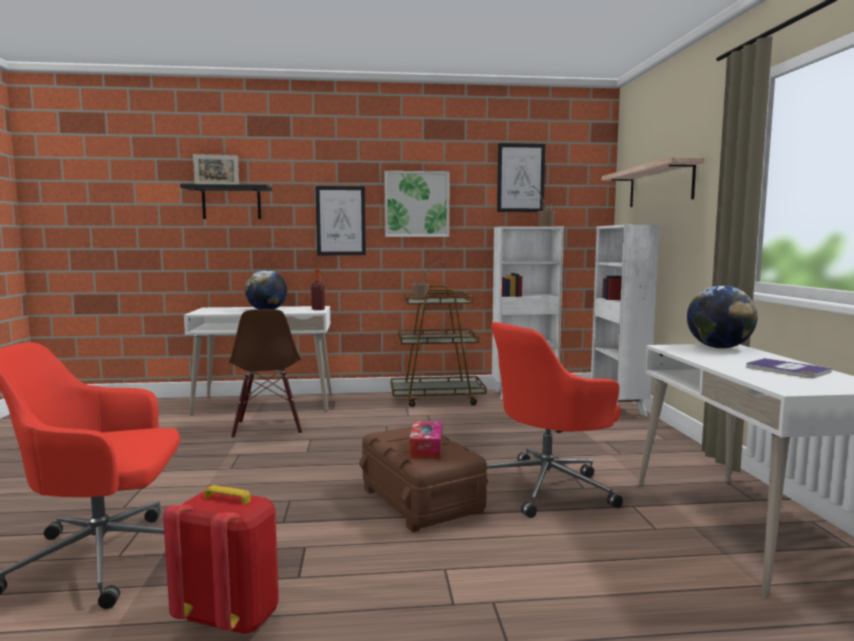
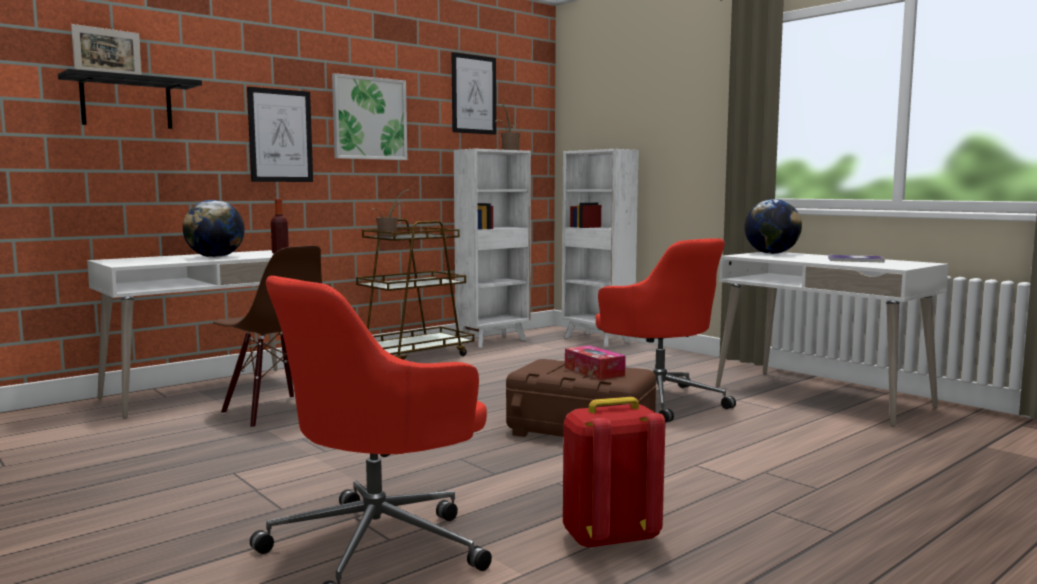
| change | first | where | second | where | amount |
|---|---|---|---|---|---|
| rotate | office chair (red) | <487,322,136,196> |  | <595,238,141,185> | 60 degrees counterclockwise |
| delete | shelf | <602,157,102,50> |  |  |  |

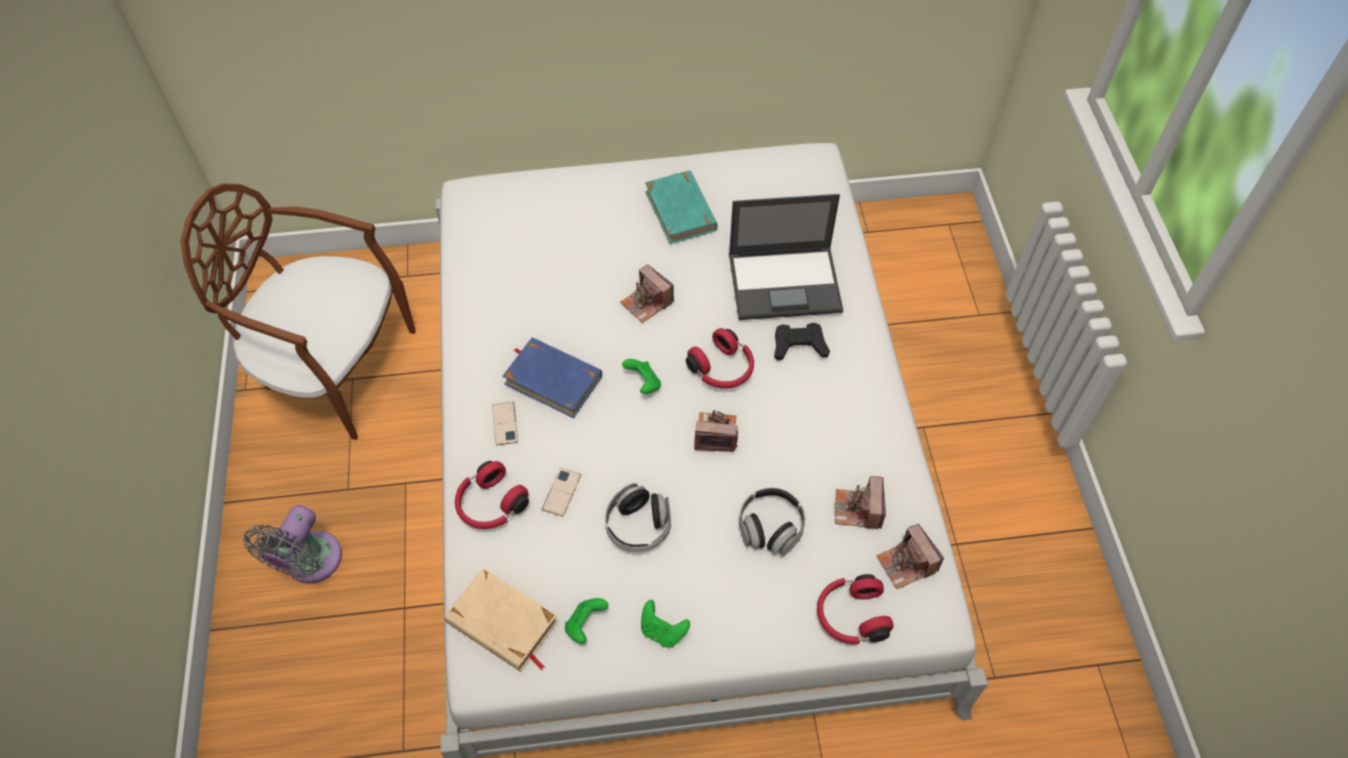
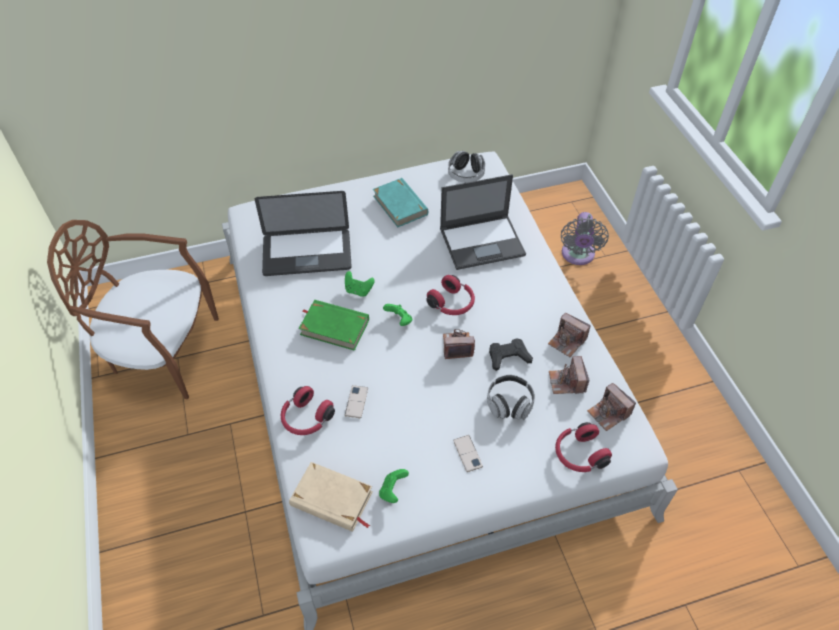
| change | first | where | second | where | amount |
|---|---|---|---|---|---|
| insert |  |  | laptop | <255,191,97,85> |  |
| recolor | book (blue) | <502,337,100,81> | book (green) | <299,300,70,51> |  |
| move | game controller (green) | <641,600,49,48> |  | <345,271,30,26> |  |
| move | headphones | <605,483,66,69> |  | <448,151,37,32> |  |
| move | phone | <492,402,26,44> |  | <453,435,30,37> |  |
| move | game controller (black) | <774,323,56,38> |  | <489,338,44,33> |  |
| move | photo camera | <620,264,54,59> |  | <548,313,43,44> |  |
| move | fan (grey) | <243,505,99,79> |  | <561,212,48,53> |  |

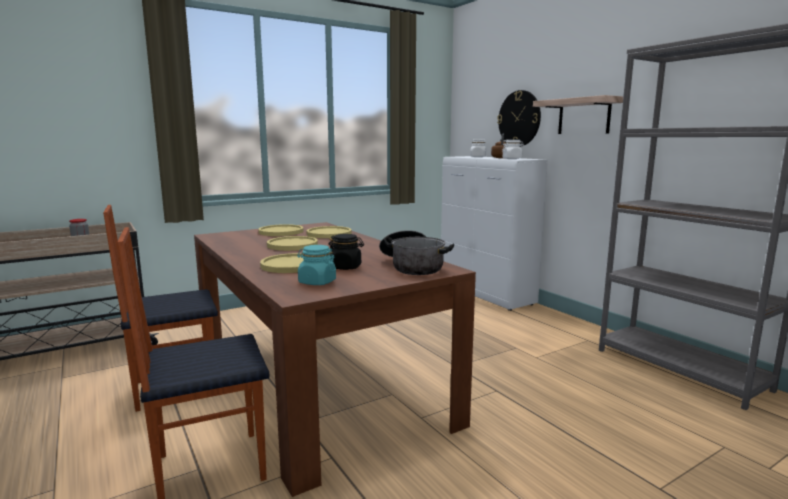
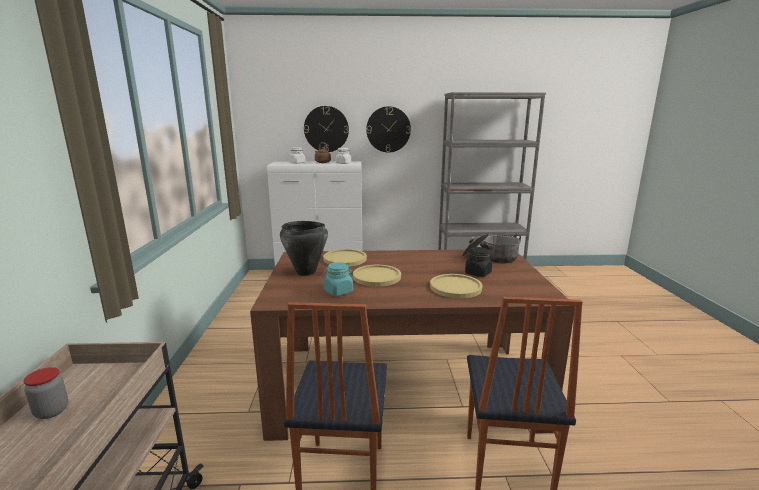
| change | first | where | second | where | amount |
|---|---|---|---|---|---|
| replace | plate (yellow) | <258,224,46,12> | cooking pot (black) | <280,221,48,55> |  |
| move | jar (turquoise) | <297,245,39,40> |  | <323,262,30,34> |  |
| replace | shelf | <533,95,90,39> | wall clock | <366,106,45,47> |  |

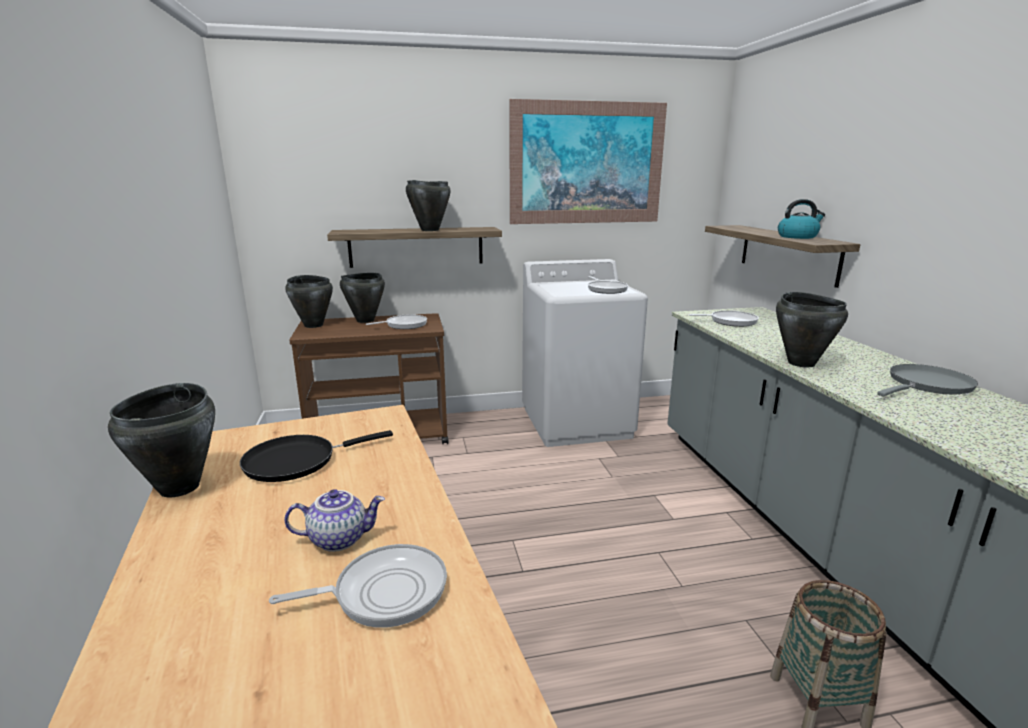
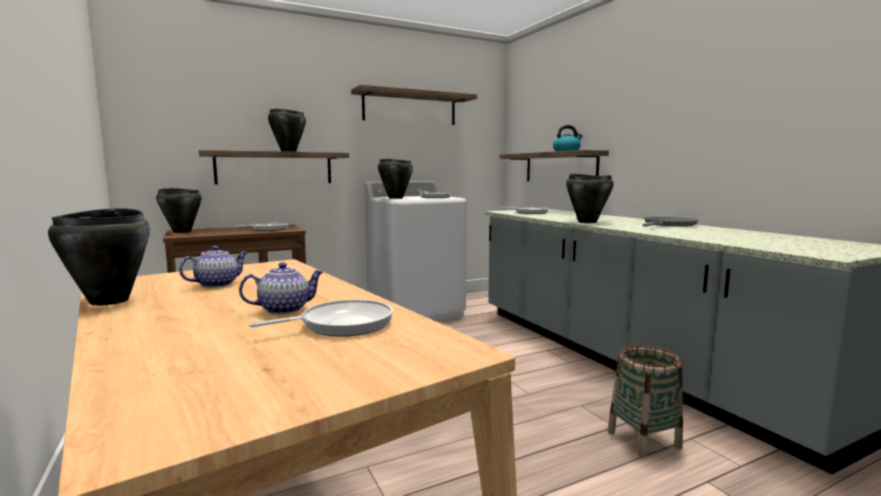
| change | first | where | second | where | amount |
|---|---|---|---|---|---|
| replace | frying pan (black) | <240,430,153,52> | teapot | <179,246,69,42> |  |
| replace | picture | <509,99,158,125> | shelf | <351,85,126,40> |  |
| move | cooking pot (black) | <340,273,45,50> |  | <378,159,35,40> |  |

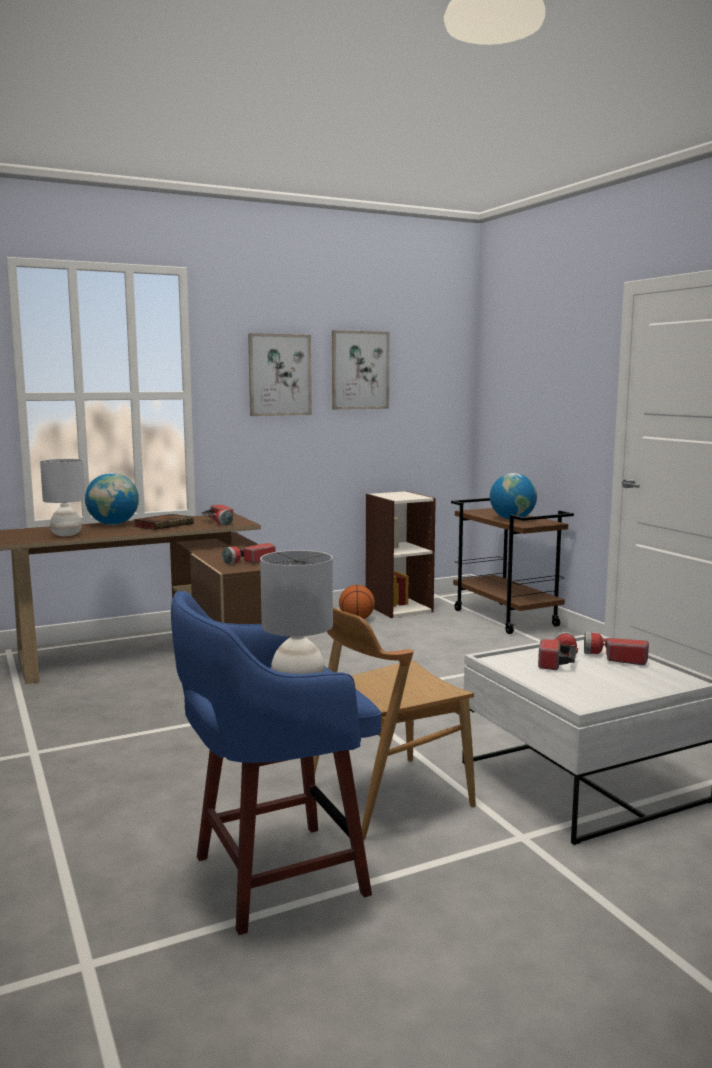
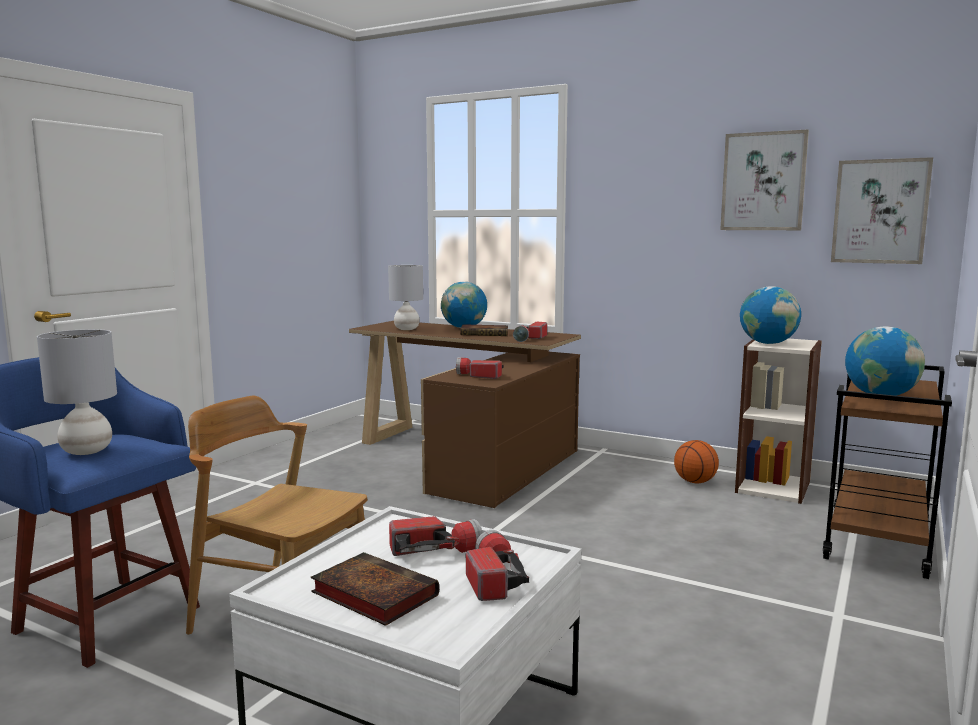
| change | first | where | second | where | amount |
|---|---|---|---|---|---|
| insert |  |  | book | <311,552,128,74> |  |
| insert |  |  | globe | <740,286,61,58> |  |
| move | picture | <248,333,64,83> |  | <831,157,102,107> |  |

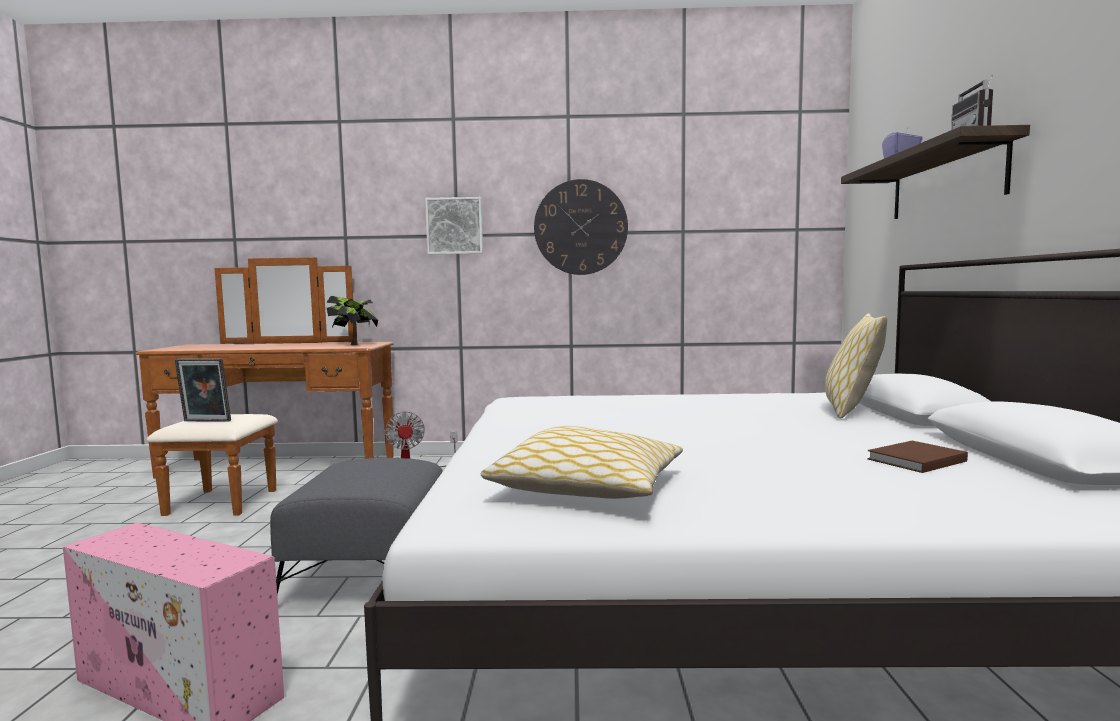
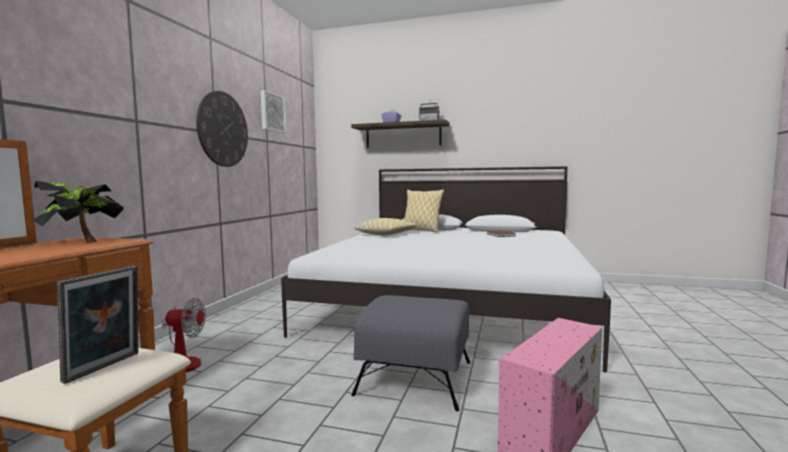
| change | first | where | second | where | amount |
|---|---|---|---|---|---|
| move | picture | <425,197,58,58> |  | <260,90,26,43> |  |
| move | pillow | <481,426,202,73> |  | <355,218,62,17> |  |

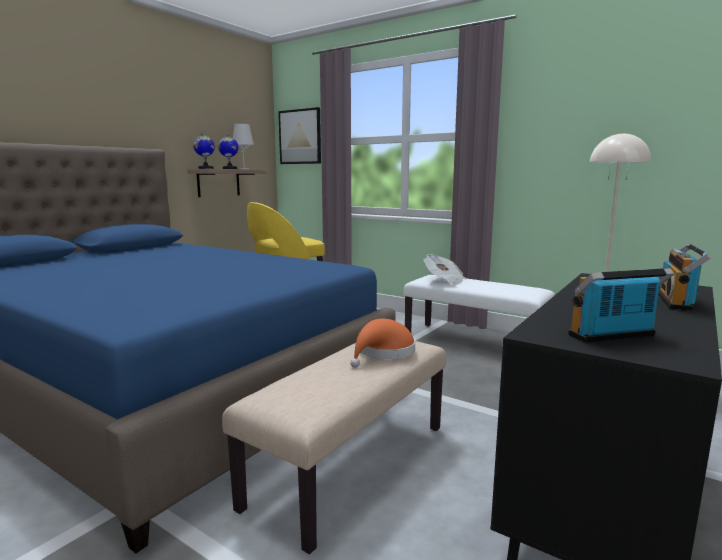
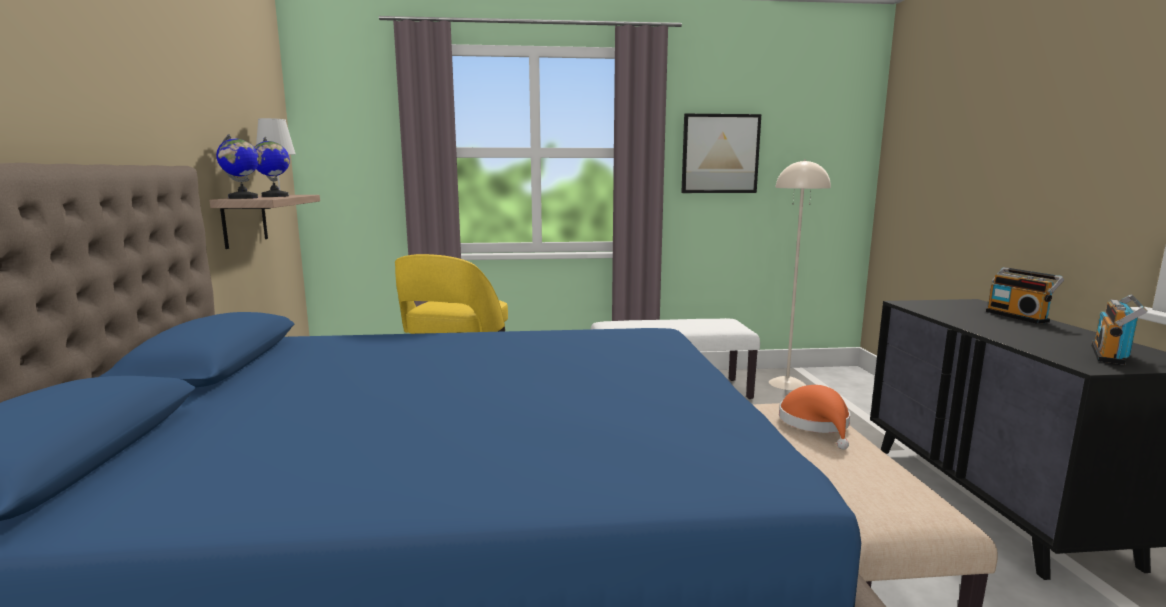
| change | first | where | second | where | amount |
|---|---|---|---|---|---|
| move | picture | <278,107,43,57> |  | <681,114,80,79> |  |
| delete | newspaper | <423,254,43,31> |  |  |  |

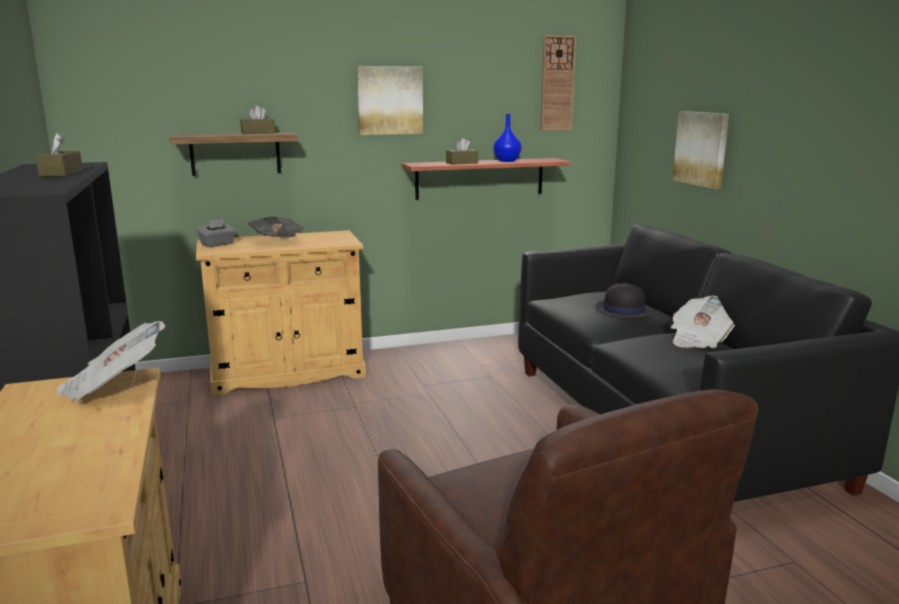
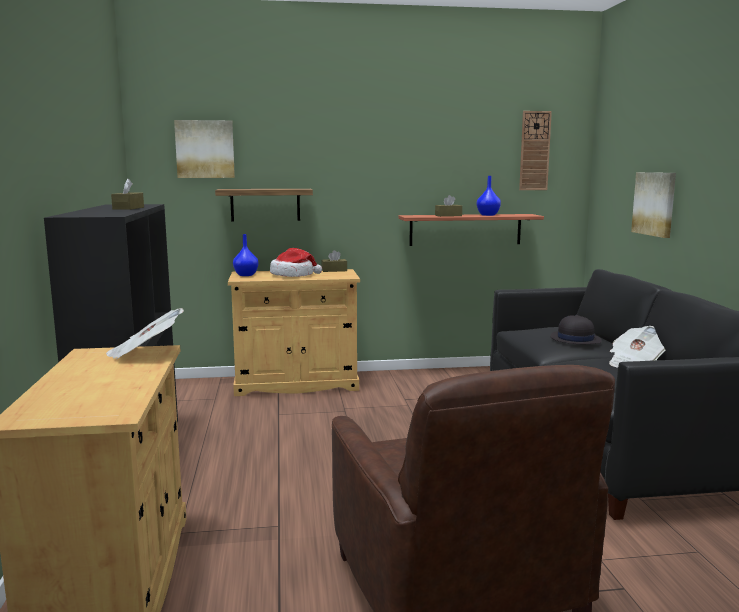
| change | first | where | second | where | amount |
|---|---|---|---|---|---|
| move | picture | <356,66,67,69> |  | <174,120,61,58> |  |
| replace | tissue box (grey) | <196,219,40,28> | vase (blue) | <233,234,25,42> |  |
| replace | newspaper | <248,217,55,21> | hat | <270,248,52,29> |  |
| move | tissue box (brown) | <240,105,35,29> |  | <321,250,26,22> |  |

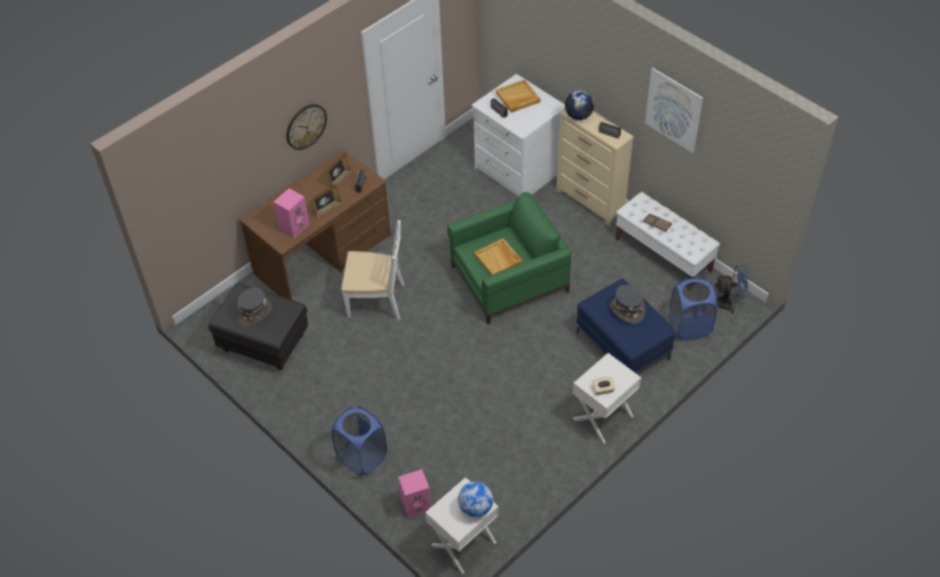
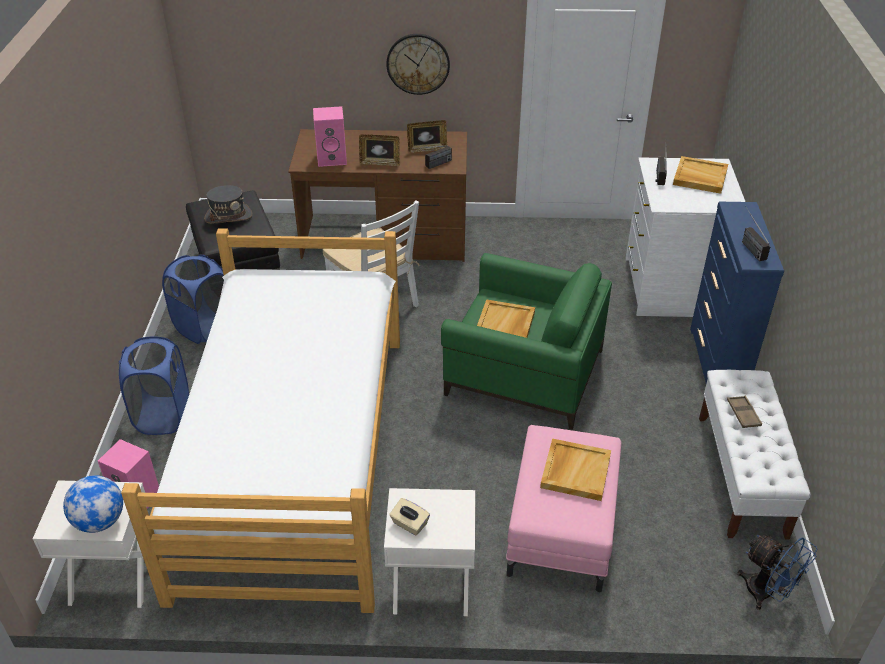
| change | first | where | second | where | amount |
|---|---|---|---|---|---|
| insert |  |  | bed | <121,228,279,385> |  |
| move | laundry basket (blue) | <669,277,48,63> |  | <162,255,62,89> |  |
| recolor | ottoman (blue) | <576,279,100,94> | ottoman (pink) | <506,425,116,167> |  |
| replace | hat (grey) | <609,285,36,39> | tray (beige) | <540,438,71,63> |  |
| recolor | dresser (beige) | <556,109,78,117> | dresser (blue) | <690,202,94,182> |  |
| delete | globe | <565,90,29,30> |  |  |  |
| delete | picture | <645,68,58,85> |  |  |  |

